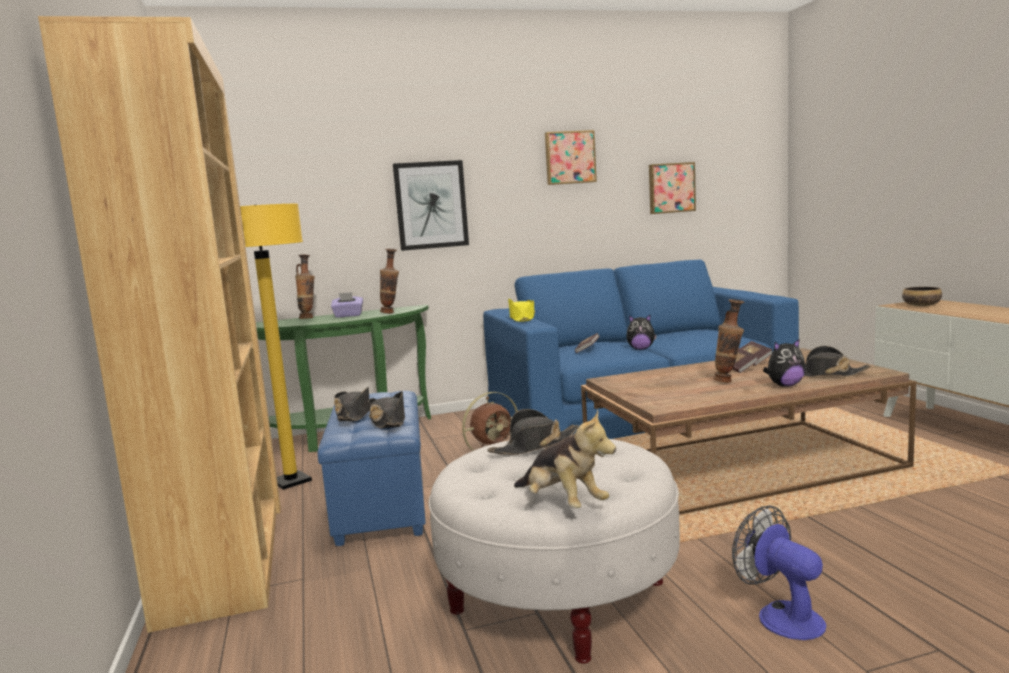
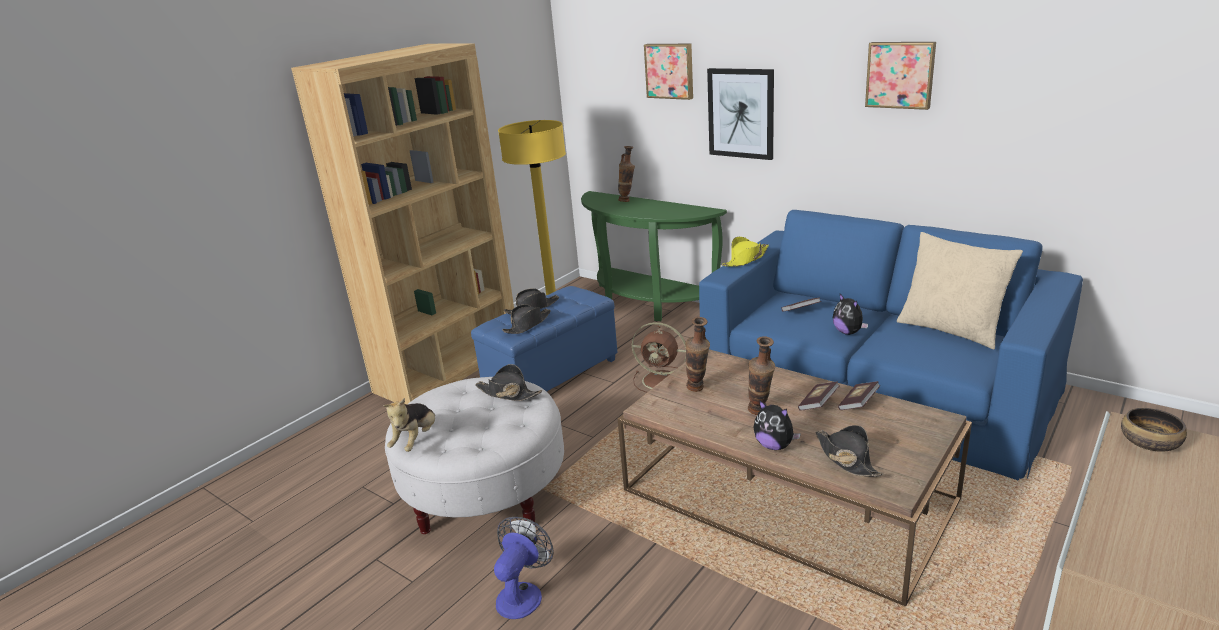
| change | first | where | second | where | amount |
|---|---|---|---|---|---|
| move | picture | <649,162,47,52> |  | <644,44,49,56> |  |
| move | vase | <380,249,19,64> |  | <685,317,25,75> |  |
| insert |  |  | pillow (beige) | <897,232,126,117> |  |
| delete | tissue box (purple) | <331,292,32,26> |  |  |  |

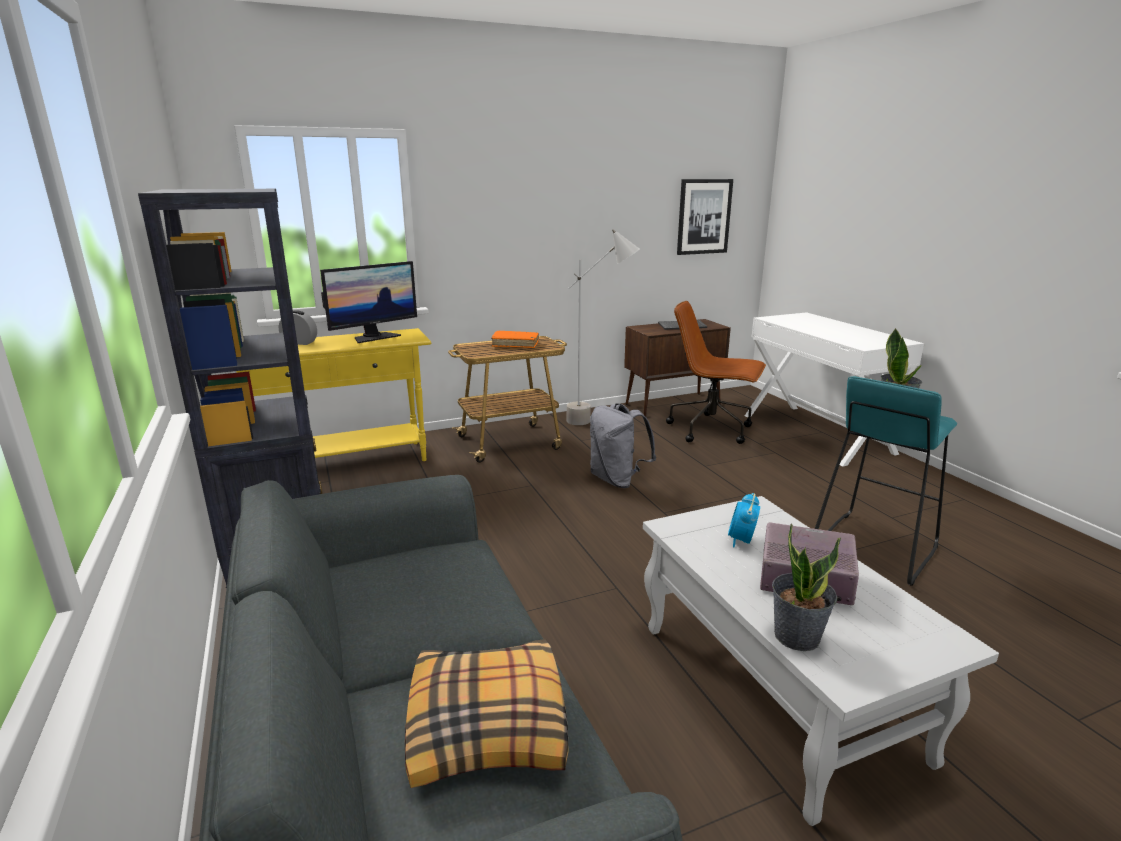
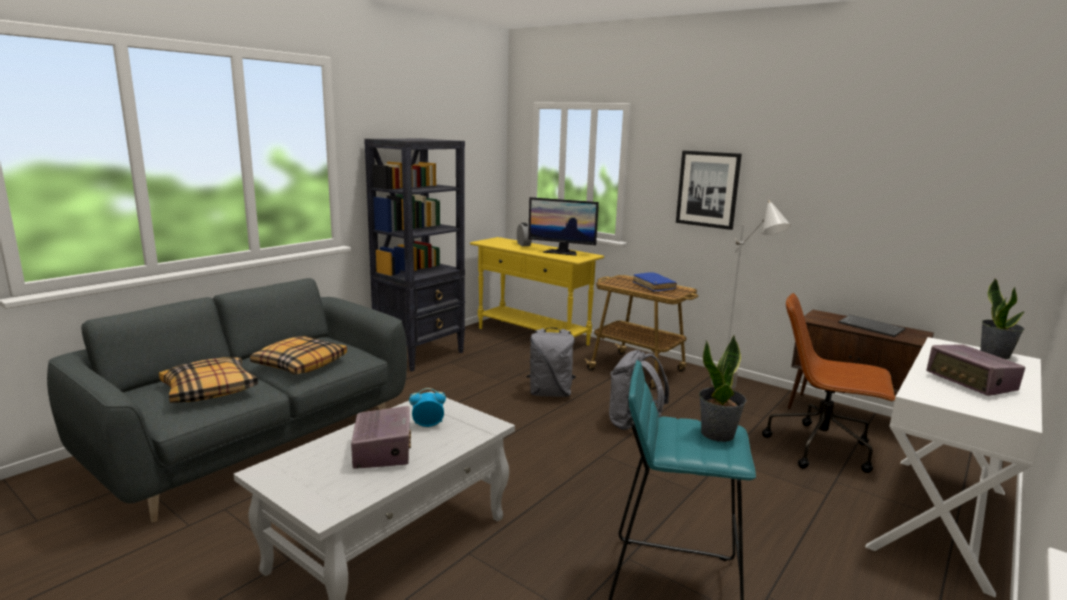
| change | first | where | second | where | amount |
|---|---|---|---|---|---|
| insert |  |  | pillow | <250,336,97,39> |  |
| insert |  |  | backpack (grey) | <527,327,49,70> |  |
| recolor | book (orange) | <491,330,48,18> | book (blue) | <633,272,44,20> |  |
| move | picture | <677,179,56,76> |  | <676,151,66,79> |  |
| rotate | office chair (brown) | <666,301,100,143> |  | <762,293,133,180> | 60 degrees counterclockwise |
| insert |  |  | radio | <926,344,99,52> |  |
| move | potted plant | <772,523,69,128> |  | <980,278,45,81> |  |

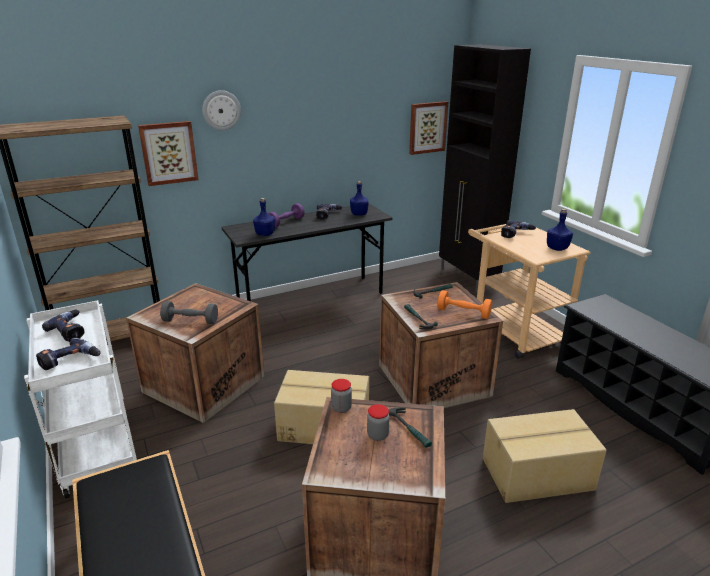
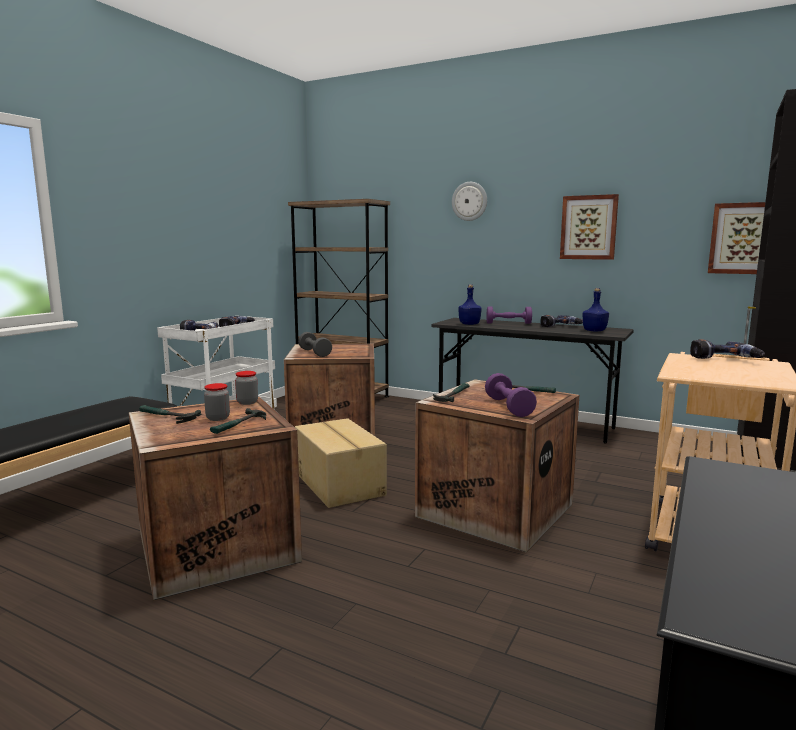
| change | first | where | second | where | amount |
|---|---|---|---|---|---|
| insert |  |  | hammer | <139,405,62,19> |  |
| recolor | dumbbell (orange) | <437,290,55,29> | dumbbell (purple) | <485,373,52,44> |  |
| move | picture | <138,121,61,65> |  | <560,194,59,66> |  |
| delete | cardboard box | <483,409,124,94> |  |  |  |
| delete | bottle (blue) | <547,209,26,42> |  |  |  |

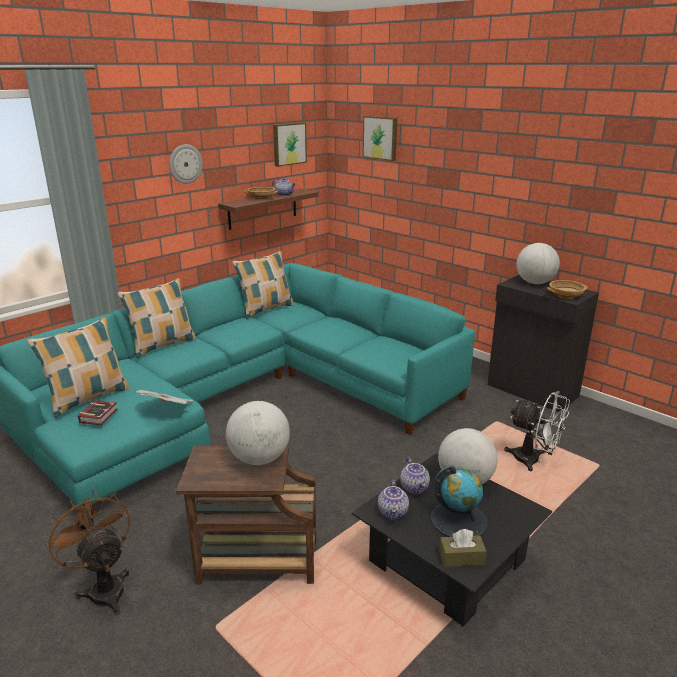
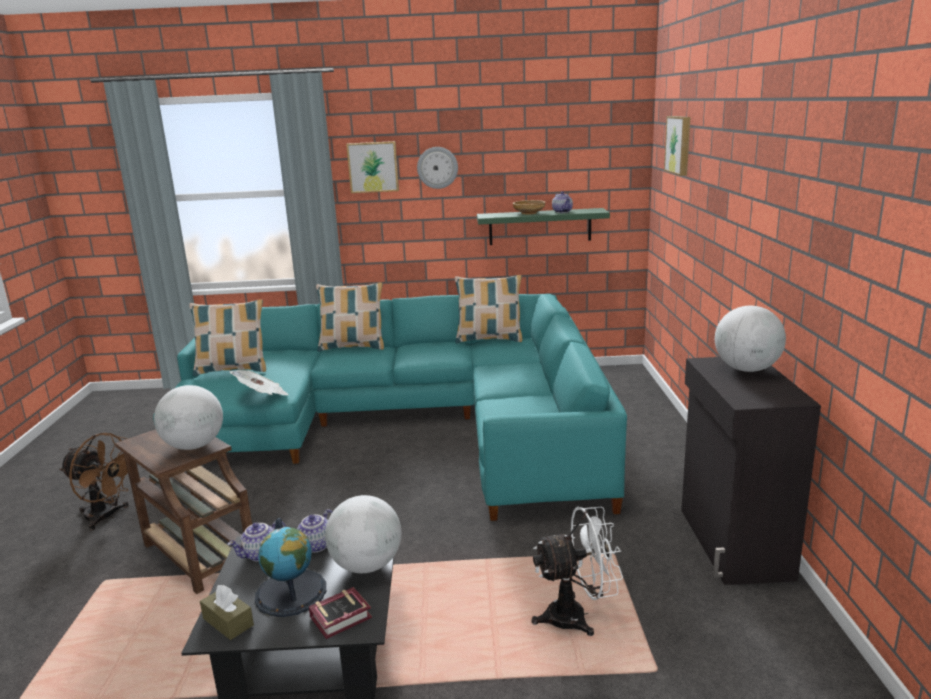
| change | first | where | second | where | amount |
|---|---|---|---|---|---|
| rotate | fan (brown) | <45,490,85,125> |  | <60,433,69,97> | 105 degrees clockwise |
| move | book | <78,400,40,25> |  | <309,587,63,52> |  |
| move | picture | <273,122,34,45> |  | <346,141,53,52> |  |
| recolor | shelf (brown) | <218,189,101,41> | shelf (green) | <477,208,133,37> |  |
| rotate | fan (white) | <504,392,66,79> |  | <531,506,92,130> | 90 degrees counterclockwise |
| delete | bowl (beige) | <547,280,41,19> |  |  |  |

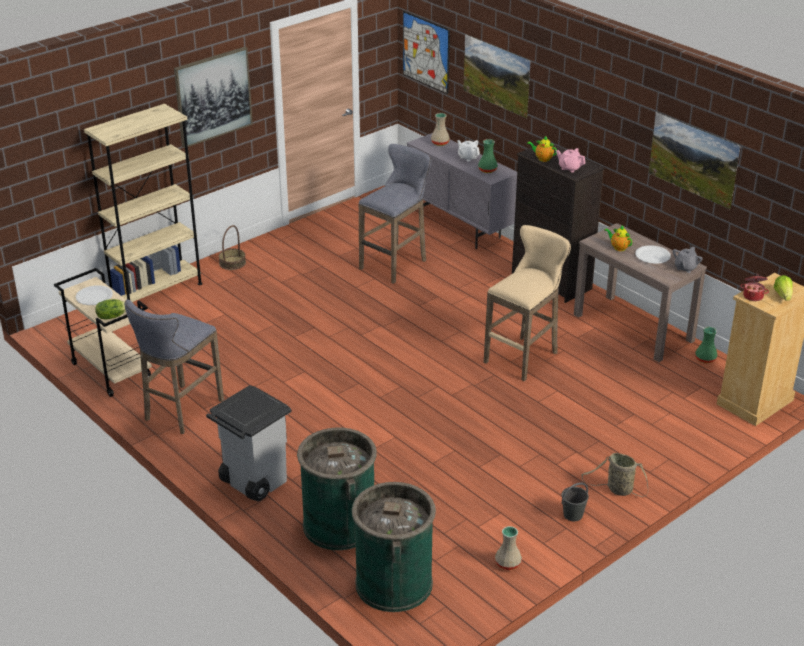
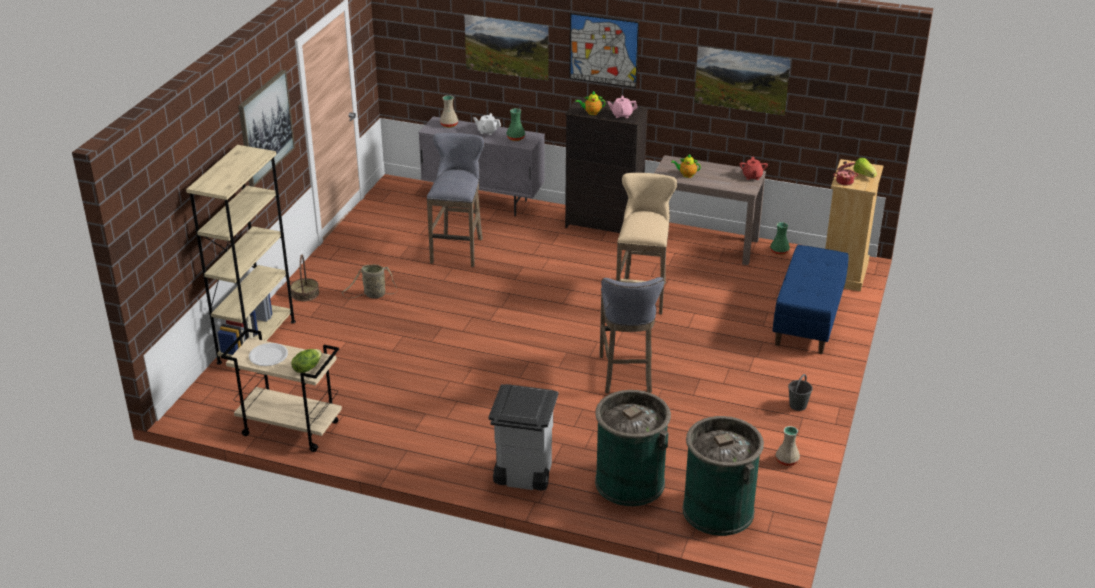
| change | first | where | second | where | amount |
|---|---|---|---|---|---|
| move | basket | <582,453,66,44> |  | <342,264,55,35> |  |
| move | picture | <403,11,47,84> |  | <569,13,70,75> |  |
| move | stool (grey) | <124,300,100,134> |  | <600,277,64,117> |  |
| recolor | teapot (grey) | <673,247,30,26> | teapot (red) | <739,157,29,23> |  |
| insert |  |  | bench (blue) | <773,245,76,109> |  |
| delete | plate (white) | <635,245,36,19> |  |  |  |

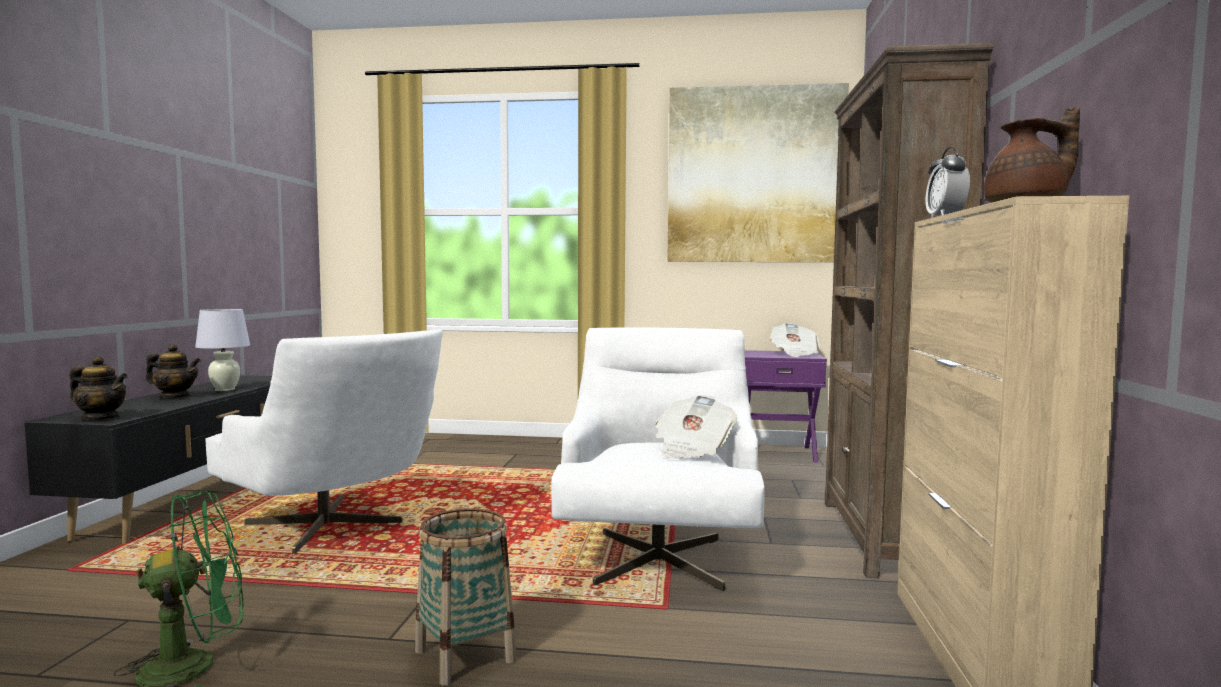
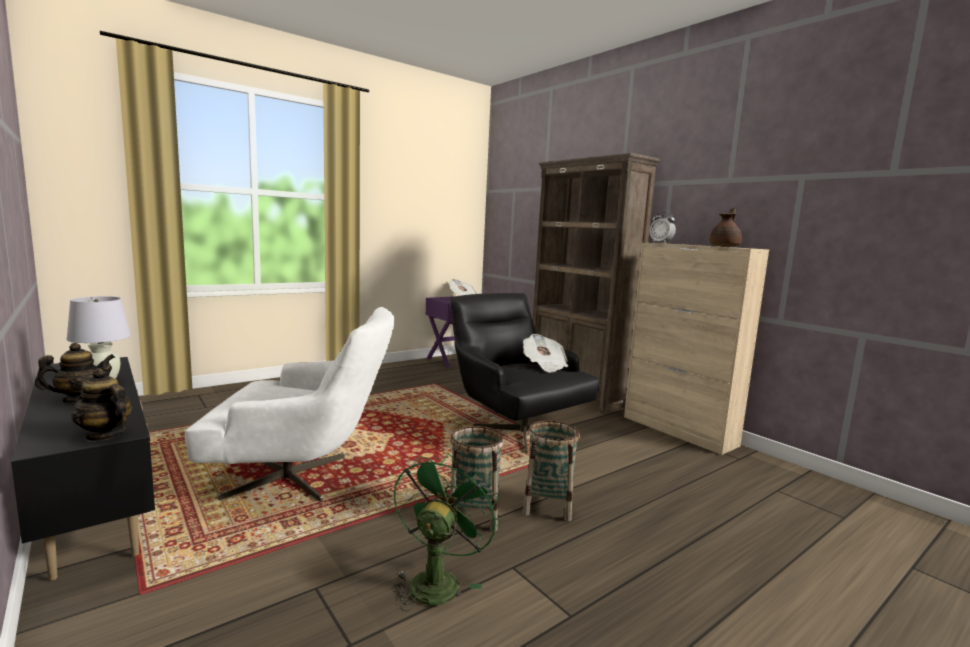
| change | first | where | second | where | amount |
|---|---|---|---|---|---|
| rotate | teapot | <70,356,58,64> |  | <71,368,61,74> | 120 degrees counterclockwise |
| insert |  |  | basket | <449,426,55,105> |  |
| recolor | armchair (white) | <551,327,214,264> | armchair (black) | <450,293,150,160> |  |
| delete | picture | <667,83,182,179> |  |  |  |

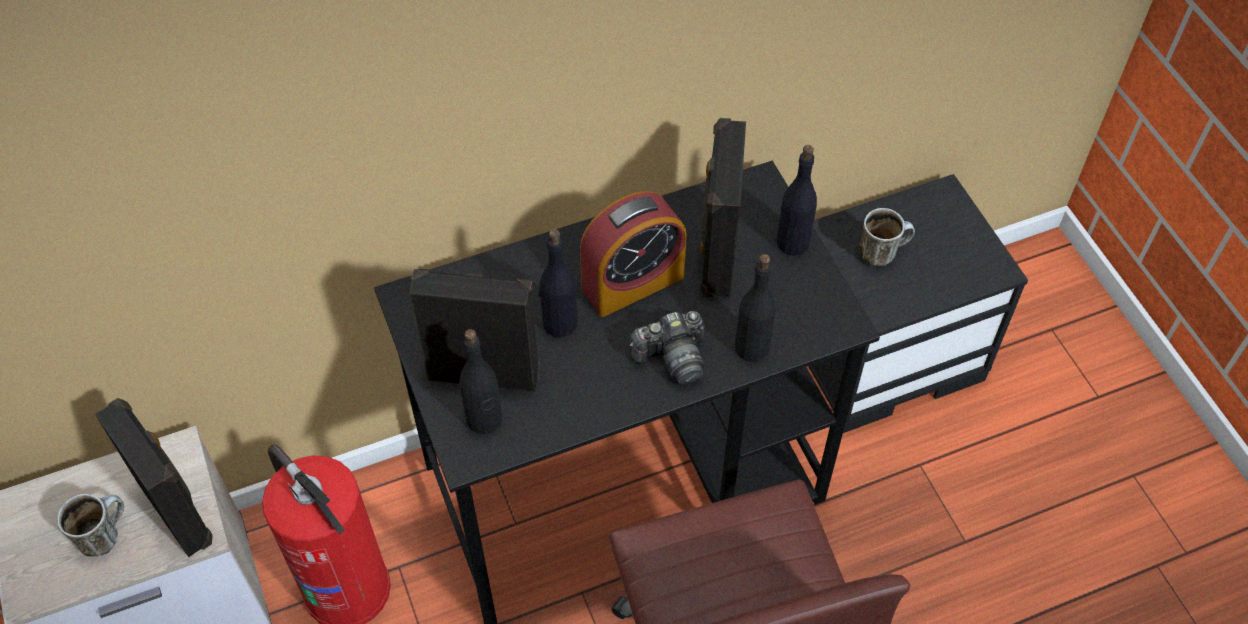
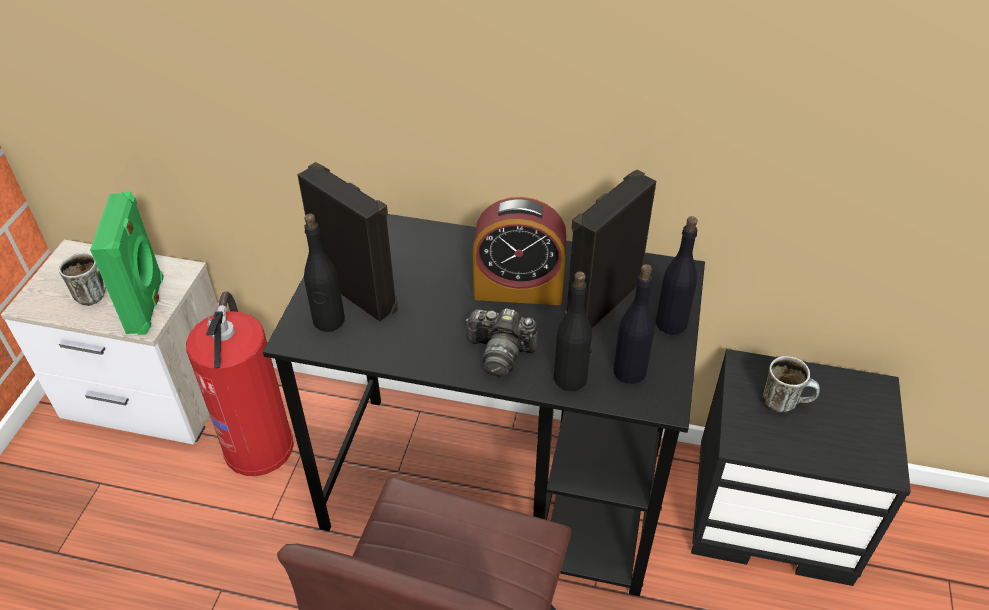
| change | first | where | second | where | amount |
|---|---|---|---|---|---|
| recolor | speaker (black) | <95,398,118,159> | speaker (green) | <90,191,74,144> |  |
| move | bottle (black) | <539,229,39,109> |  | <613,264,42,120> |  |

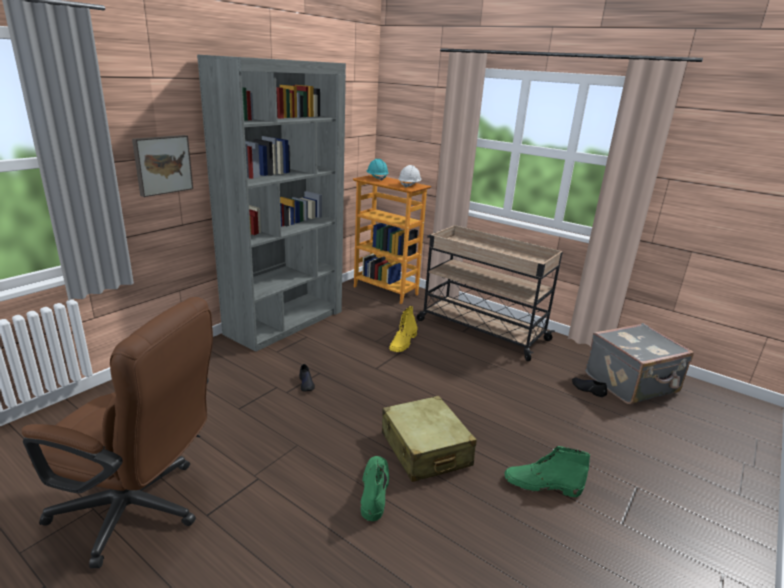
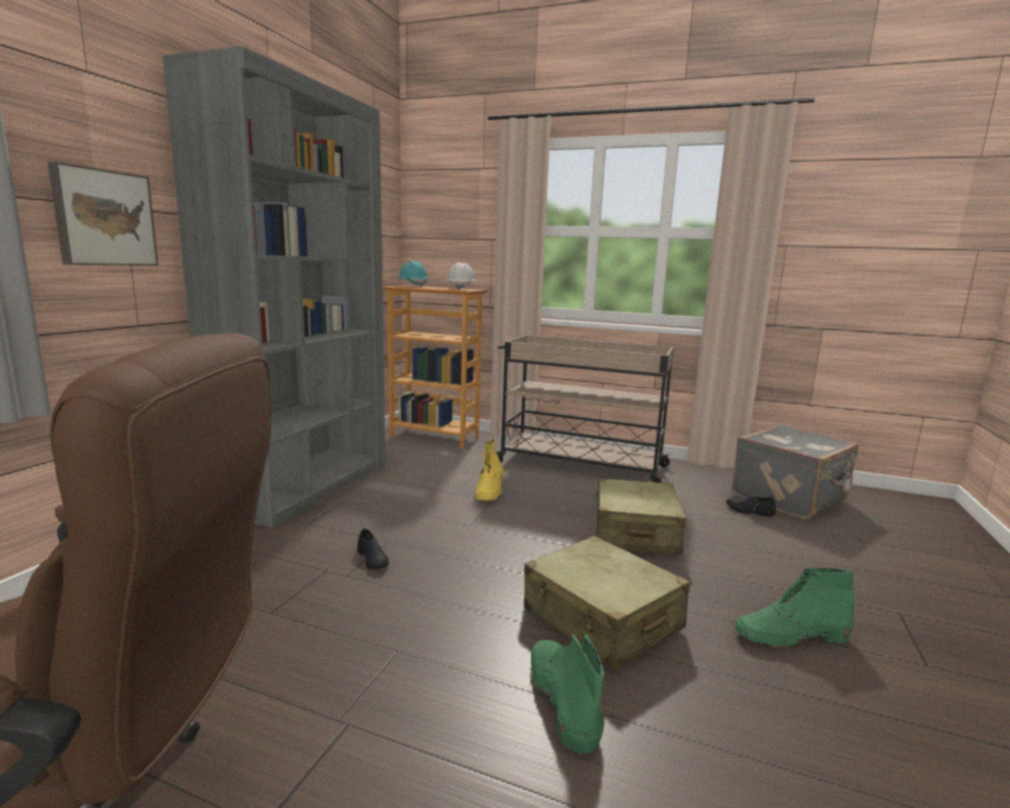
| change | first | where | second | where | amount |
|---|---|---|---|---|---|
| insert |  |  | suitcase (beige) | <594,478,92,77> |  |

